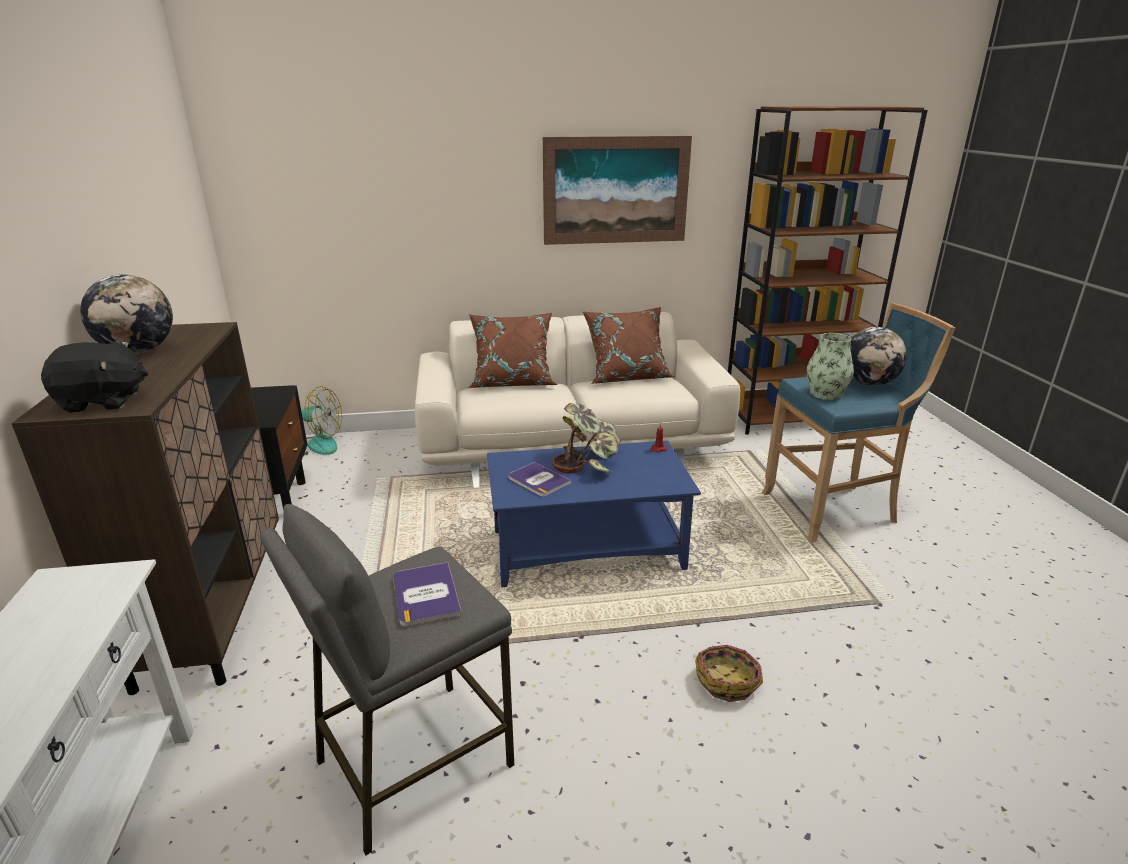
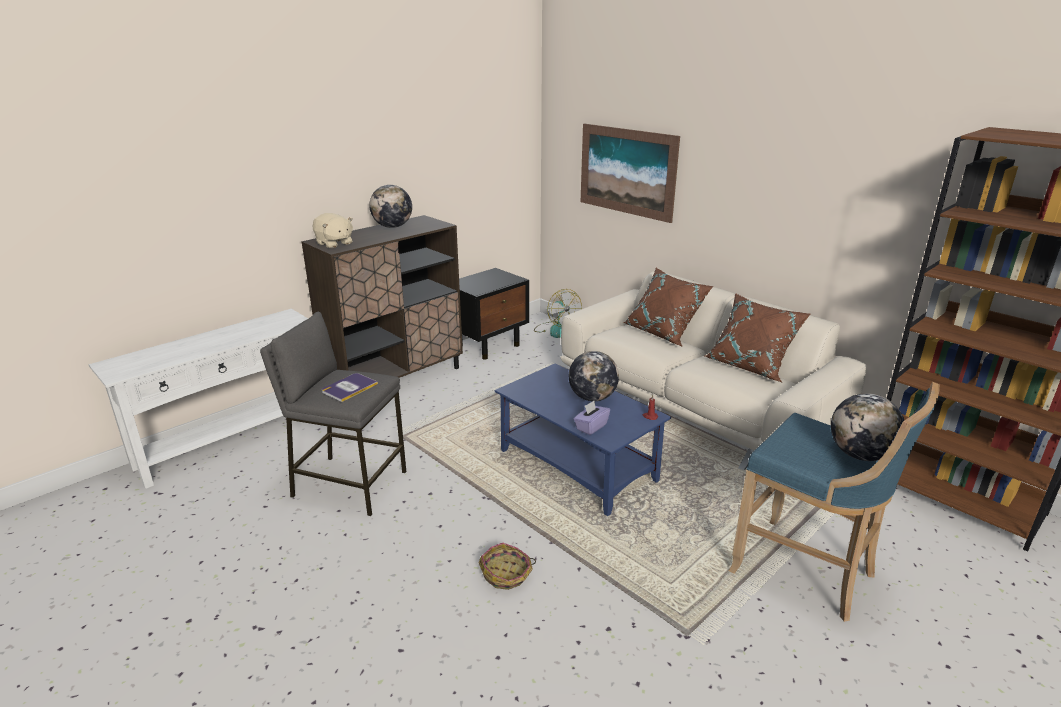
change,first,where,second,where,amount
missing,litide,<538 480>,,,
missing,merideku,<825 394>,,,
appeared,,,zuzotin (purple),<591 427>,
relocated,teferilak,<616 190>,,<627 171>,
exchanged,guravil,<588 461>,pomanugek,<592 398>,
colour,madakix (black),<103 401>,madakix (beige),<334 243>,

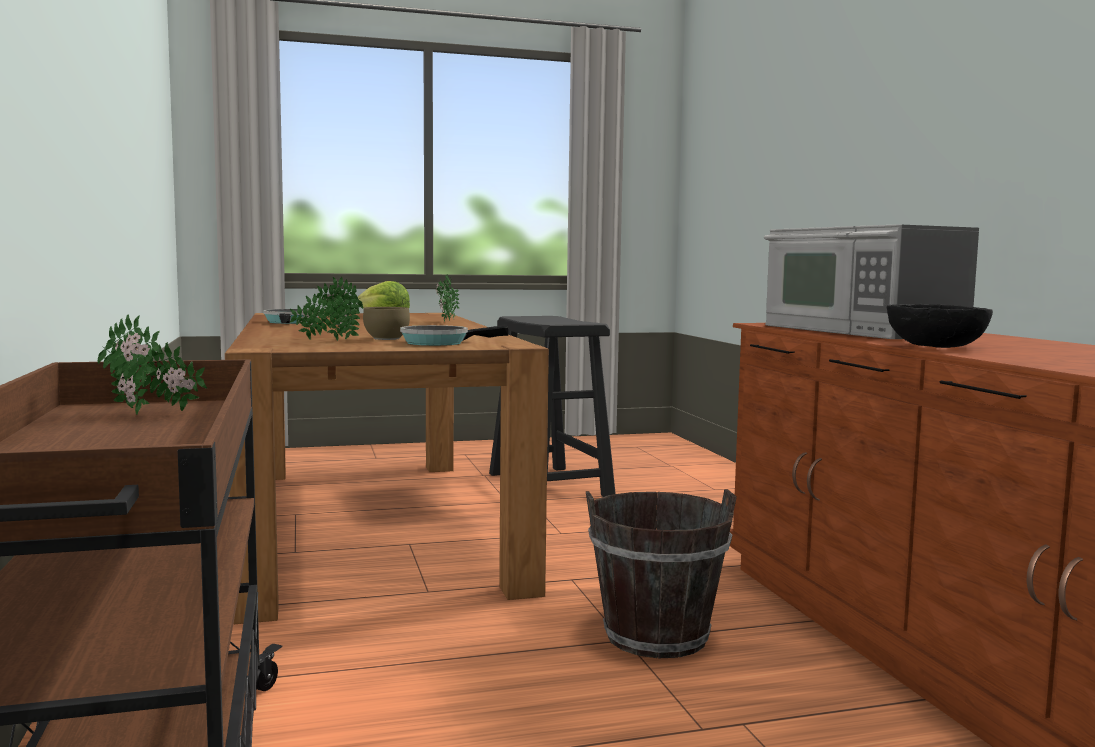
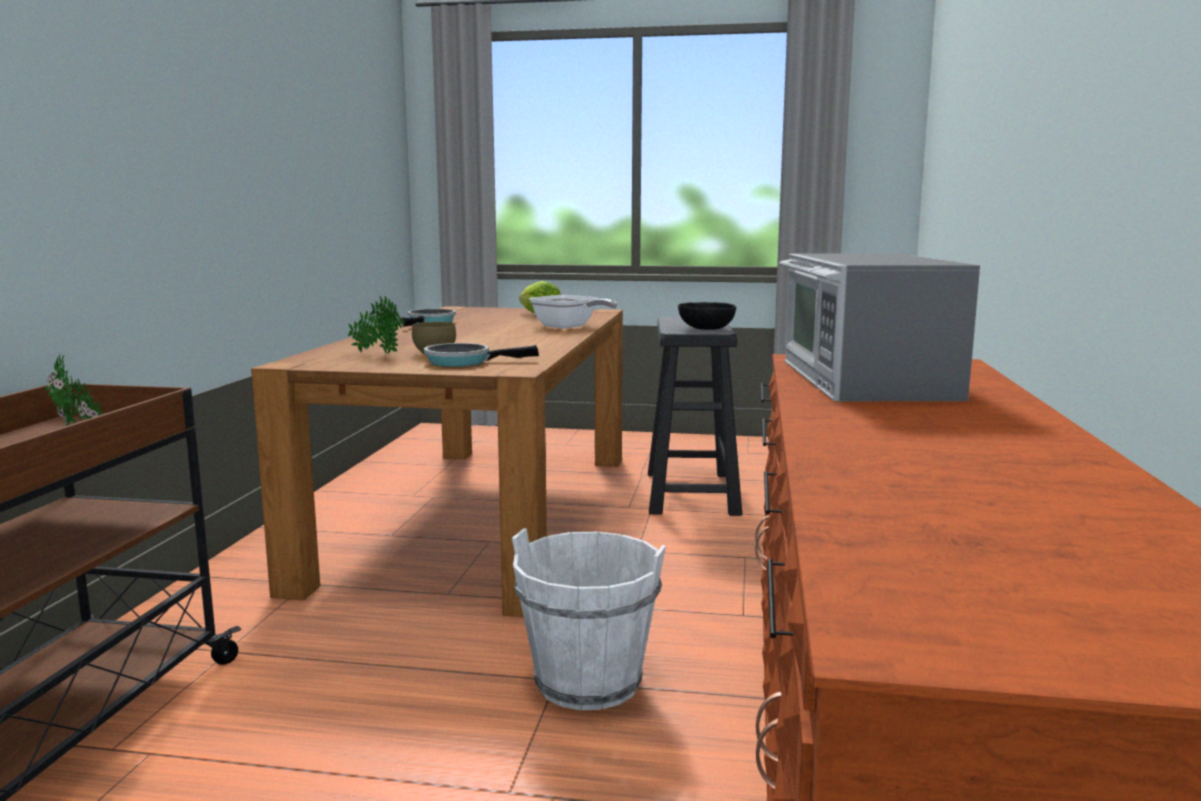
change,first,where,second,where,amount
relocated,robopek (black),<935 346>,,<706 328>,
exchanged,guravil,<446 322>,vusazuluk,<568 327>,
colour,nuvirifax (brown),<656 637>,nuvirifax (white),<587 683>,

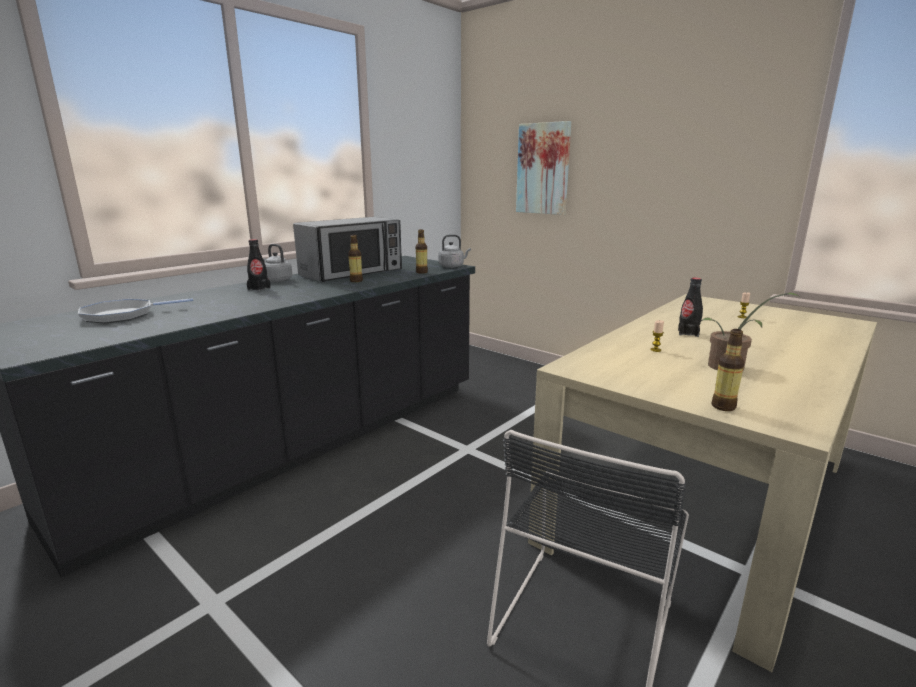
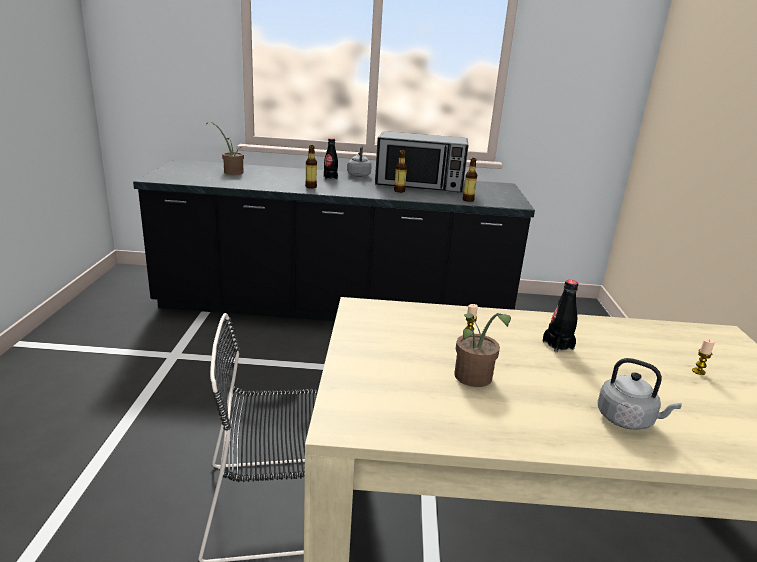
change,first,where,second,where,amount
missing,teferilak,<543 169>,,,
relocated,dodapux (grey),<452 266>,,<627 419>,
relocated,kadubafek,<723 406>,,<311 187>,
exchanged,vusazuluk,<123 315>,guravil,<231 172>,

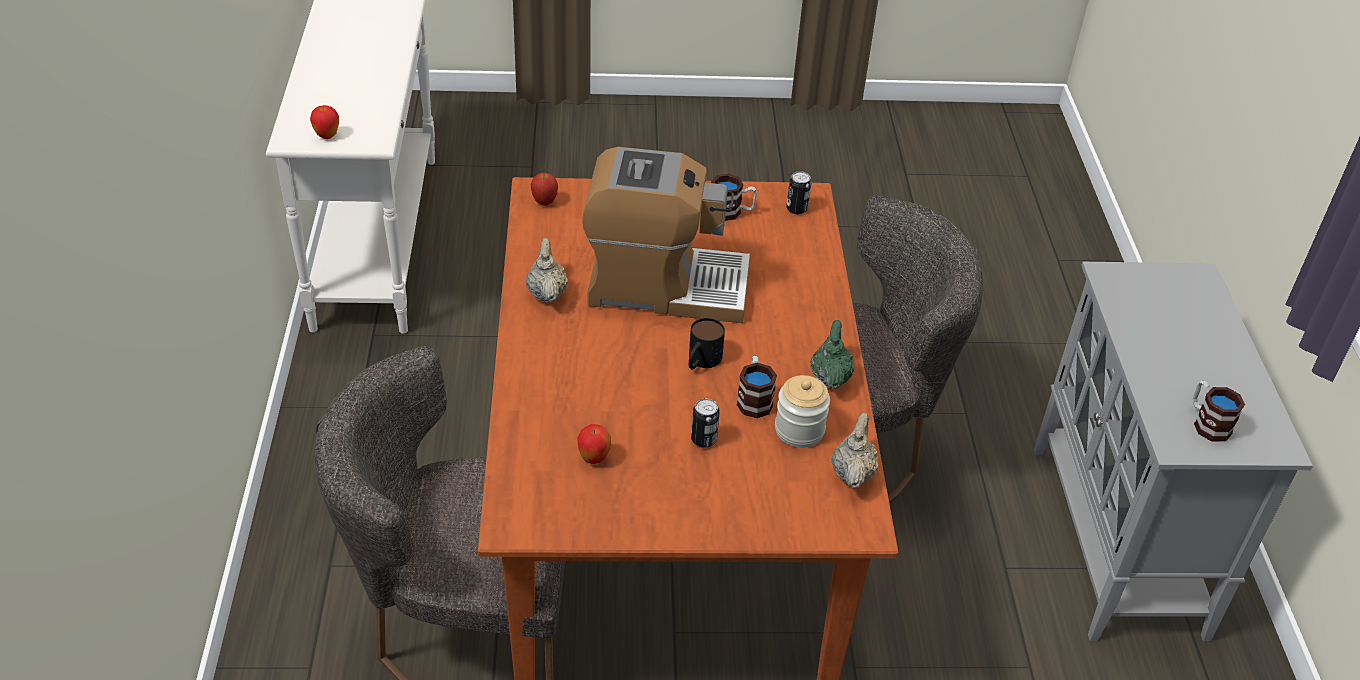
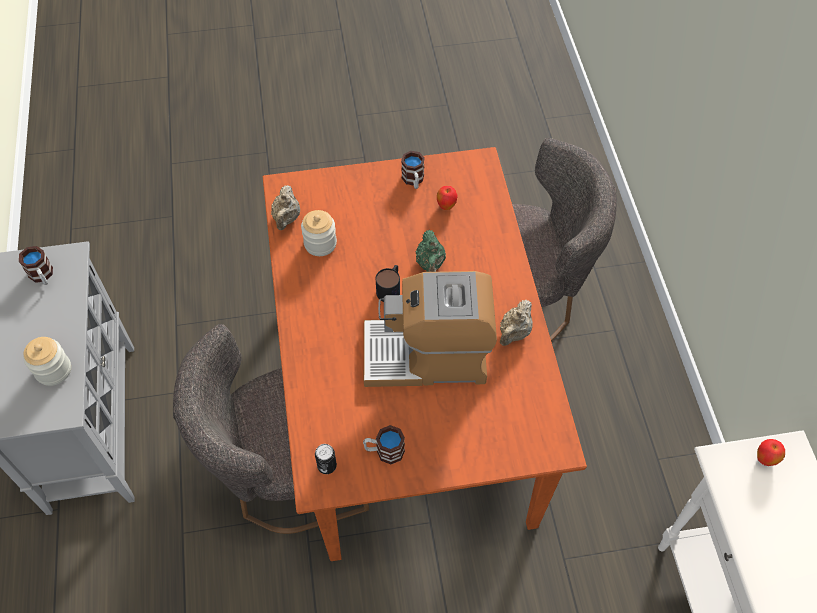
change,first,where,second,where,amount
missing,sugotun,<544 202>,,,
missing,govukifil,<703 440>,,,
appeared,,,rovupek,<53 370>,
relocated,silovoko,<754 399>,,<413 180>,
relocated,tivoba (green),<830 377>,,<430 264>,
spun,tivoba (beige),<547 293>,,<514 333>,45 degrees clockwise

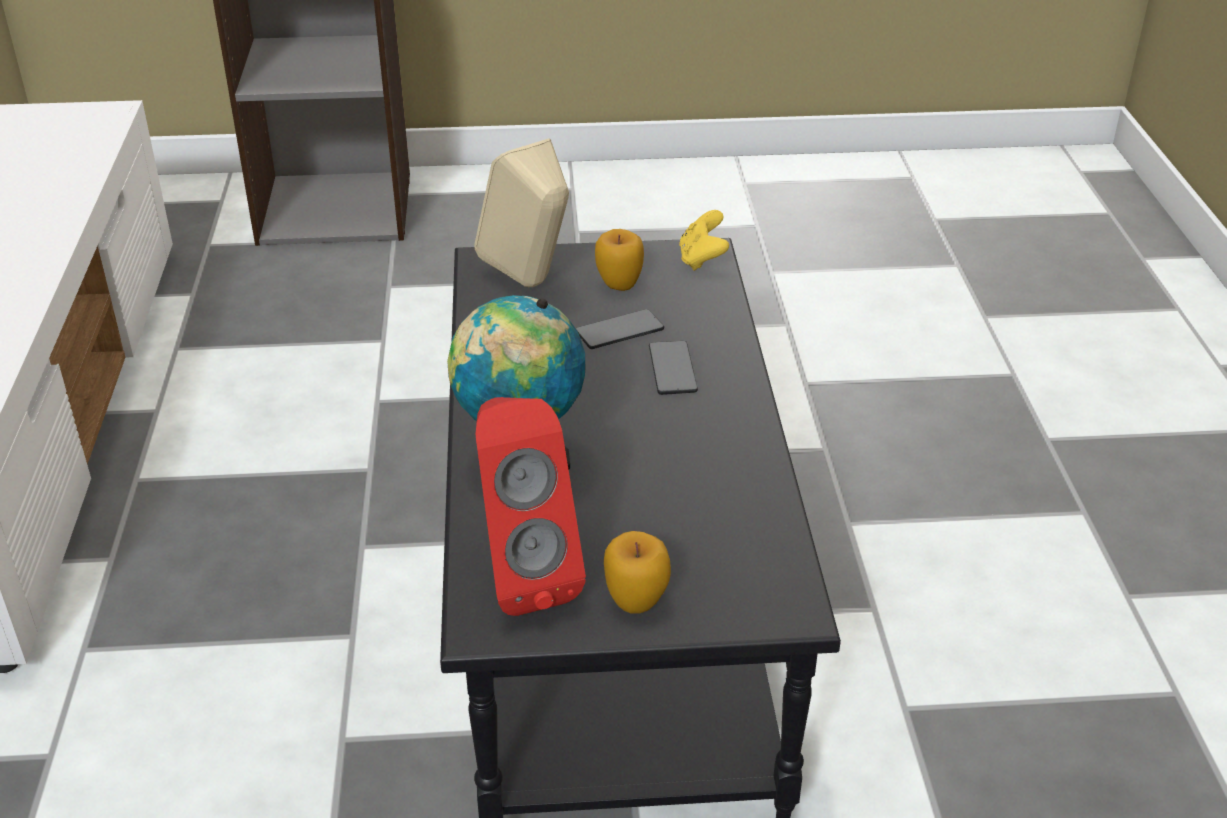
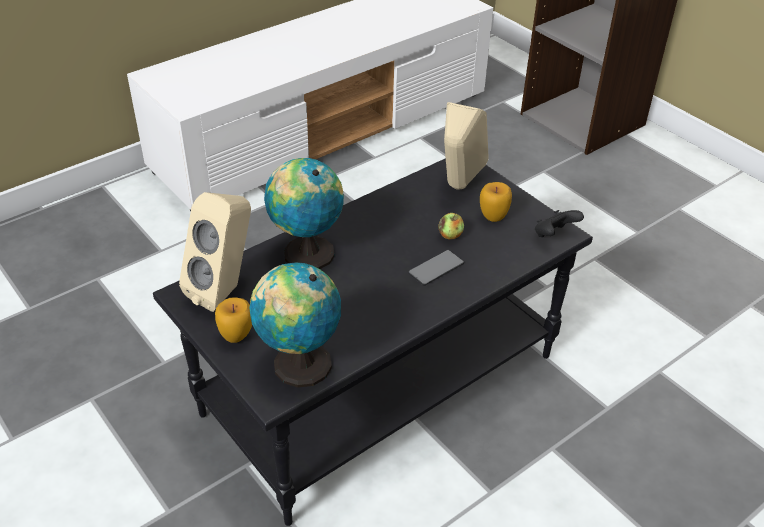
change,first,where,second,where,amount
appeared,,,pomanugek,<298 365>,
exchanged,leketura,<619 331>,sugotun,<450 235>,
colour,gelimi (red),<523 576>,gelimi (beige),<225 291>,
colour,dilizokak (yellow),<702 260>,dilizokak (black),<554 235>,

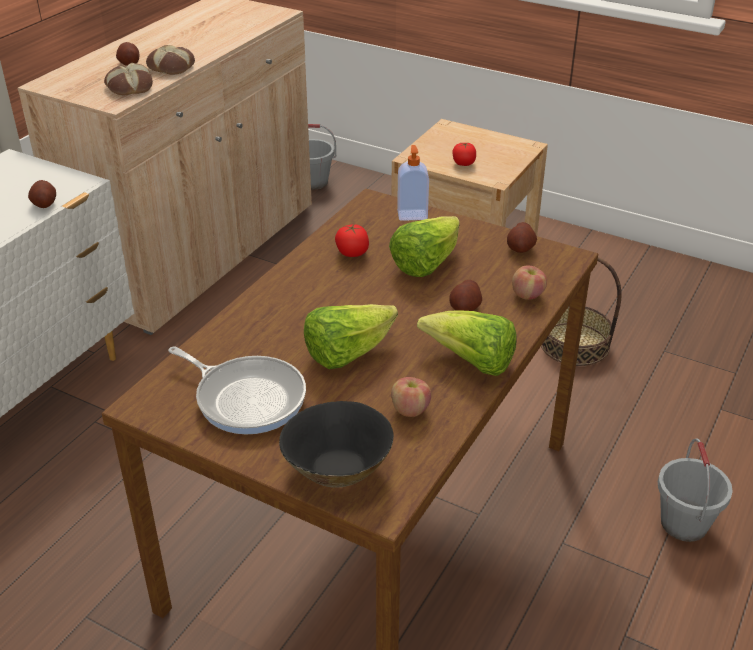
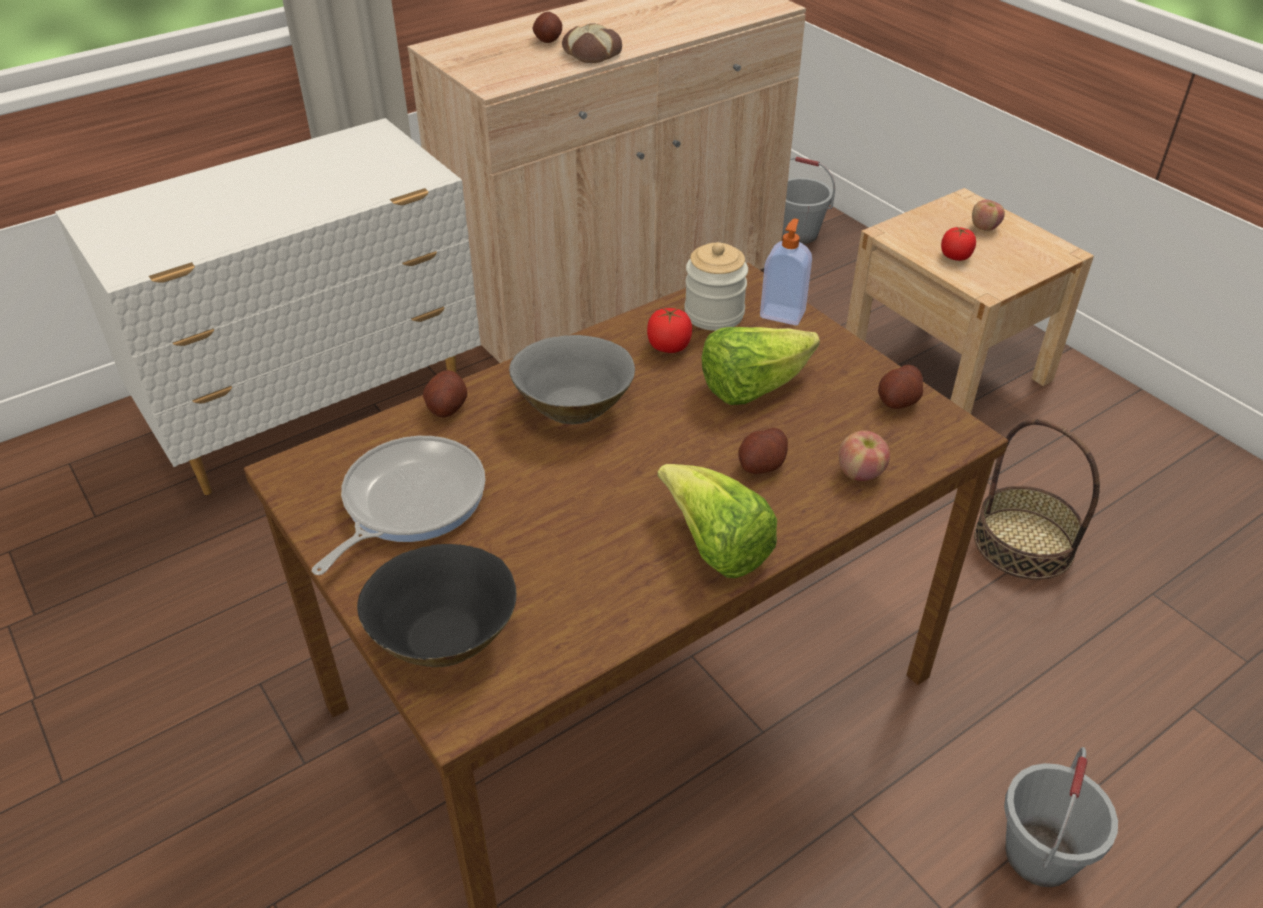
change,first,where,second,where,amount
missing,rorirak,<129 87>,,,
missing,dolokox,<347 353>,,,
appeared,,,robopek (grey),<574 406>,
appeared,,,rovupek,<714 314>,
relocated,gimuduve,<44 204>,,<446 407>,
relocated,sugotun,<410 410>,,<984 227>,
spun,vusazuluk,<247 398>,,<408 502>,120 degrees counterclockwise

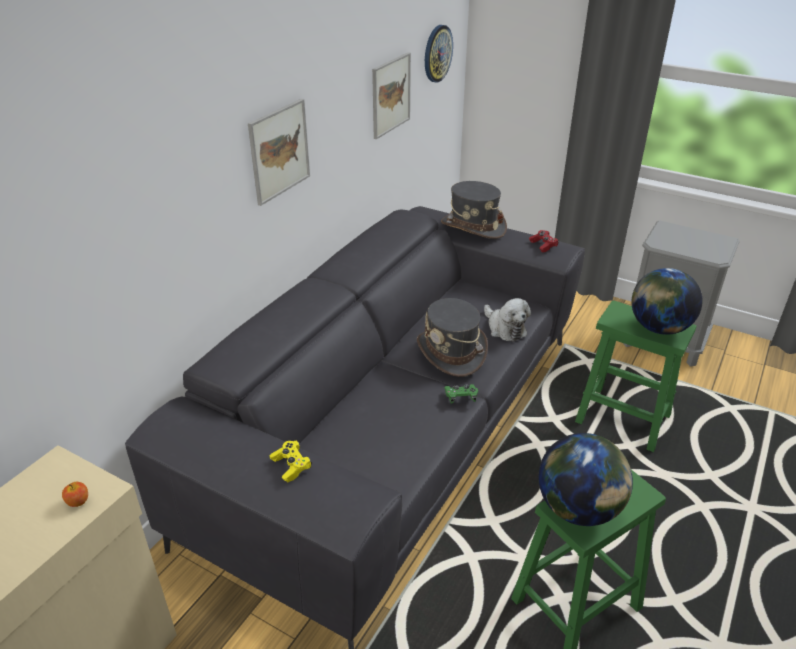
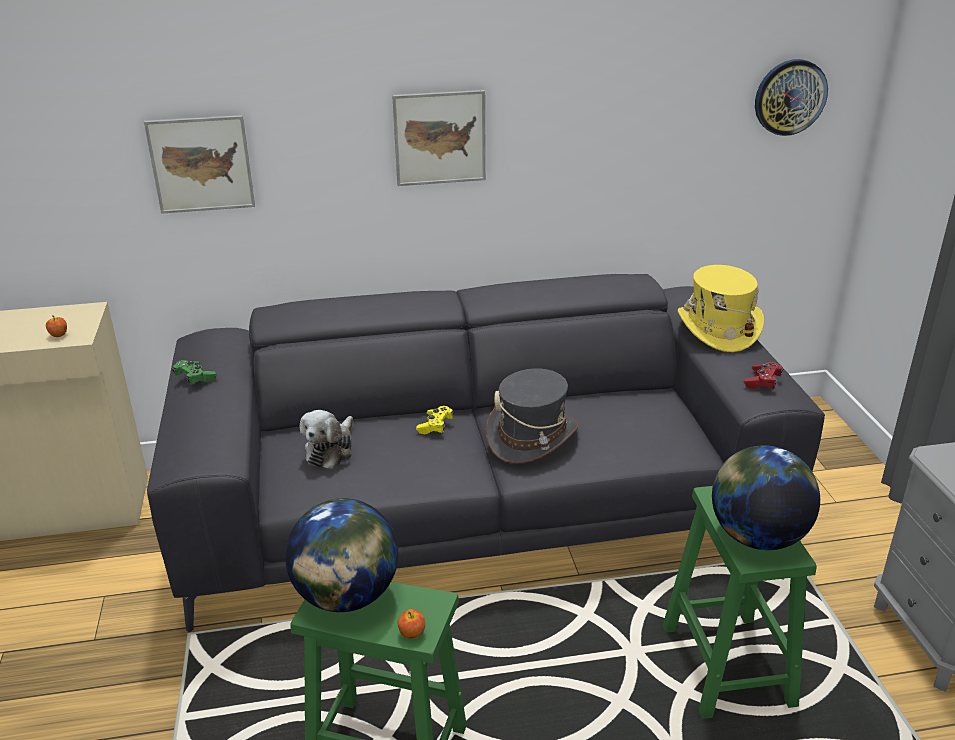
change,first,where,second,where,amount
appeared,,,sugotun,<412 633>,
relocated,dilizokak (yellow),<291 466>,,<435 426>,
relocated,teferilak,<390 95>,,<201 164>,
relocated,dilizokak (green),<461 397>,,<195 378>,
relocated,madakix,<504 328>,,<331 450>,
colour,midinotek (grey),<473 227>,midinotek (yellow),<718 329>,

